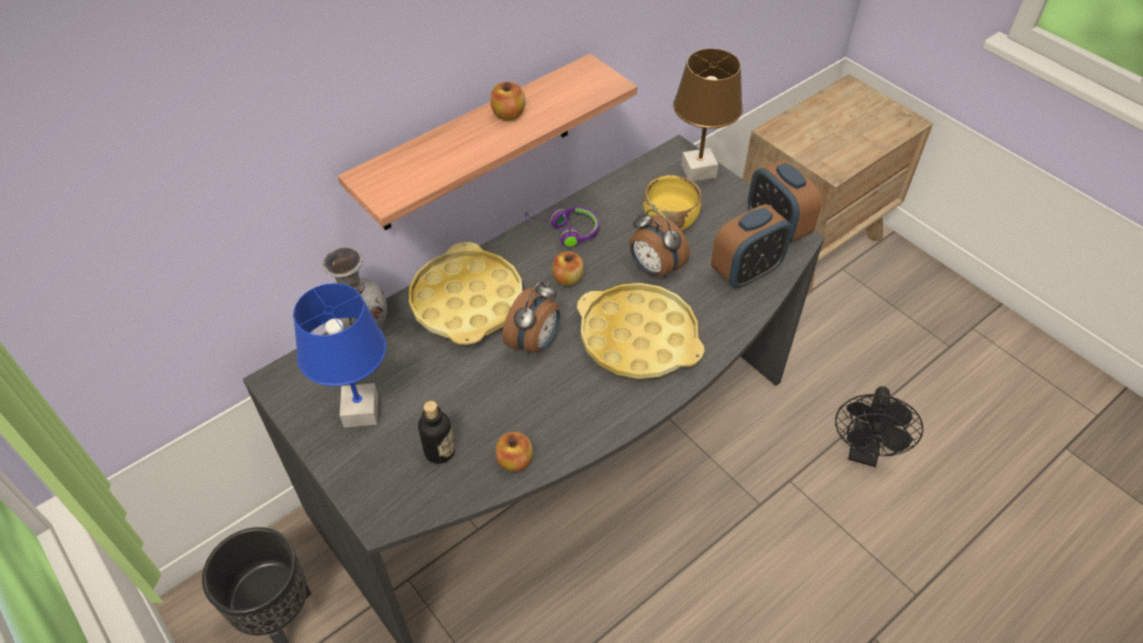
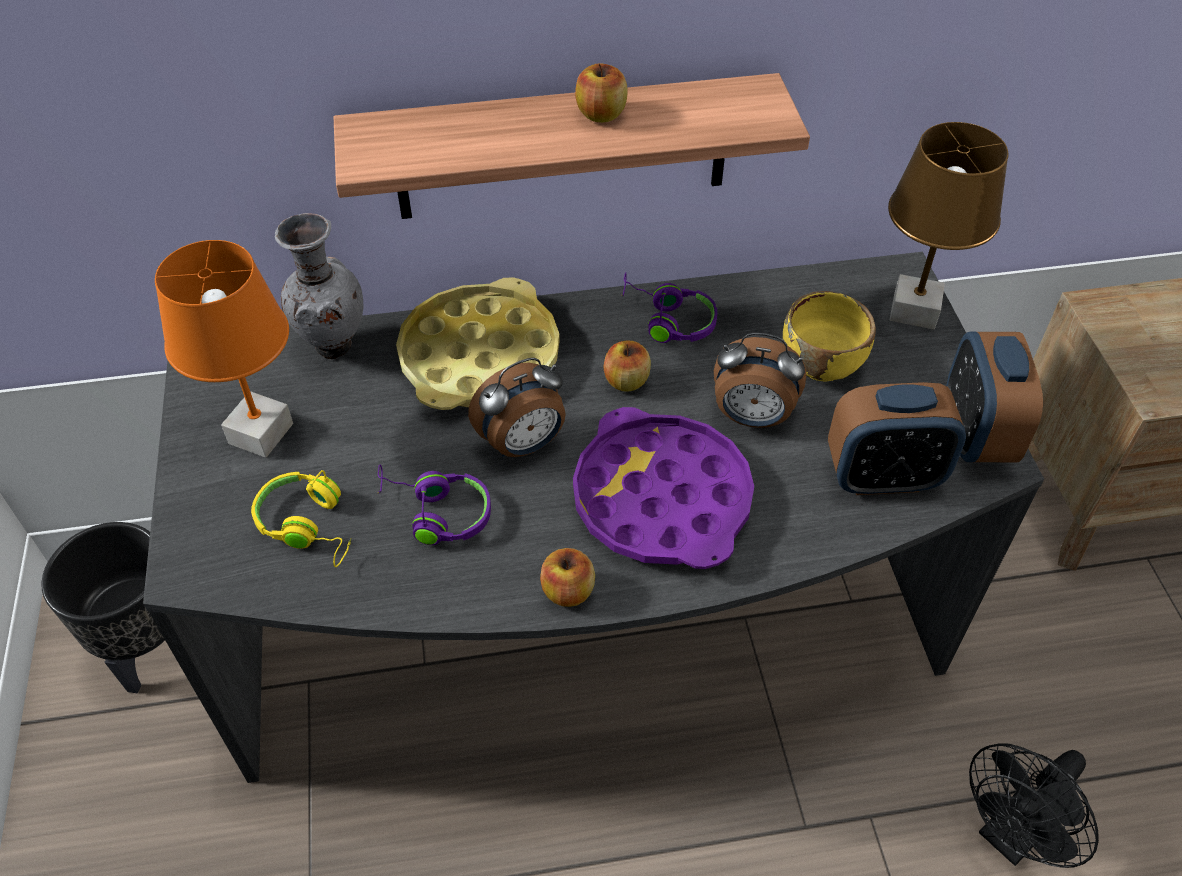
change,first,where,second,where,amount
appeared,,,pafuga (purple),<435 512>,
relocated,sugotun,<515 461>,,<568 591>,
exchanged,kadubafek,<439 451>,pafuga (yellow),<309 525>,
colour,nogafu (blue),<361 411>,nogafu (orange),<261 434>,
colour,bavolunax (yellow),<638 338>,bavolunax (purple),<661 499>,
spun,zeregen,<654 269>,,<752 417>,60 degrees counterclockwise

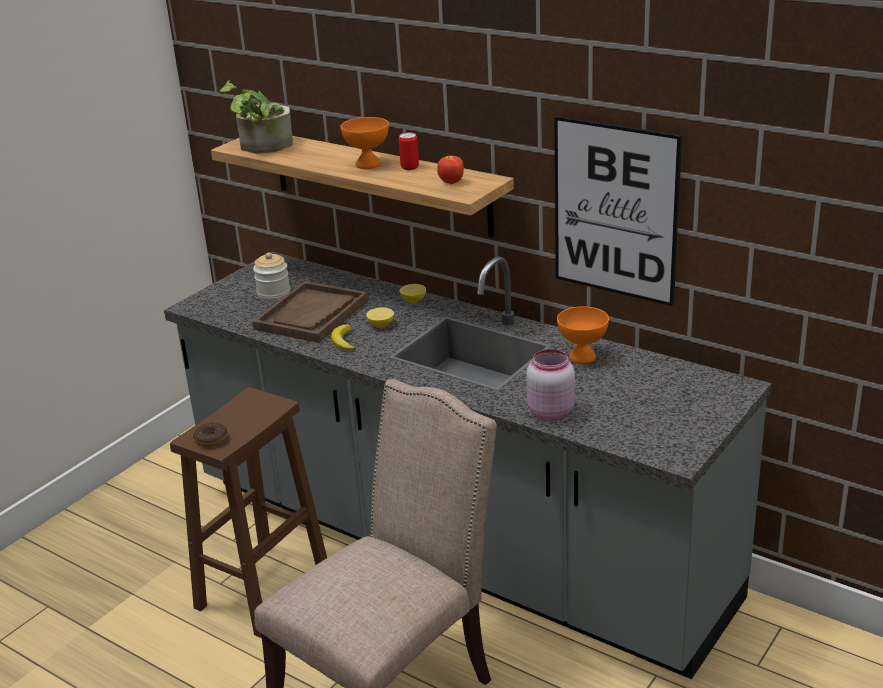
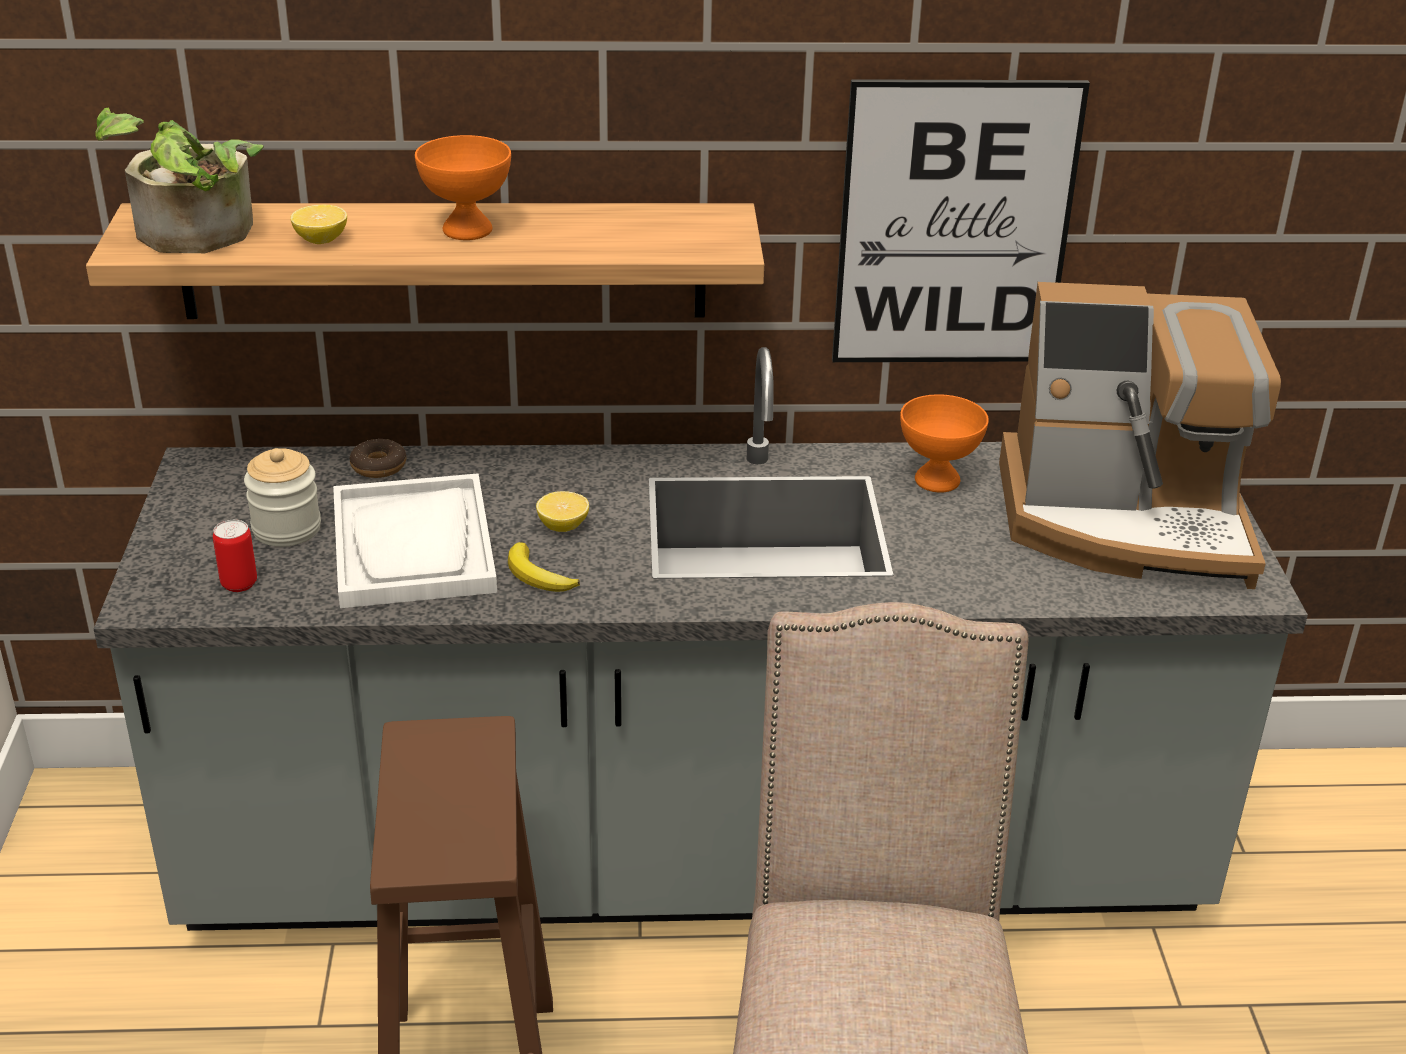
change,first,where,second,where,amount
missing,sugotun,<451 182>,,,
missing,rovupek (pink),<549 412>,,,
appeared,,,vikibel,<1125 521>,
relocated,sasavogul,<211 439>,,<378 466>,
relocated,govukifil,<409 167>,,<239 583>,
relocated,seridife,<413 301>,,<321 240>,
colour,bavolunax (brown),<311 315>,bavolunax (white),<413 546>,

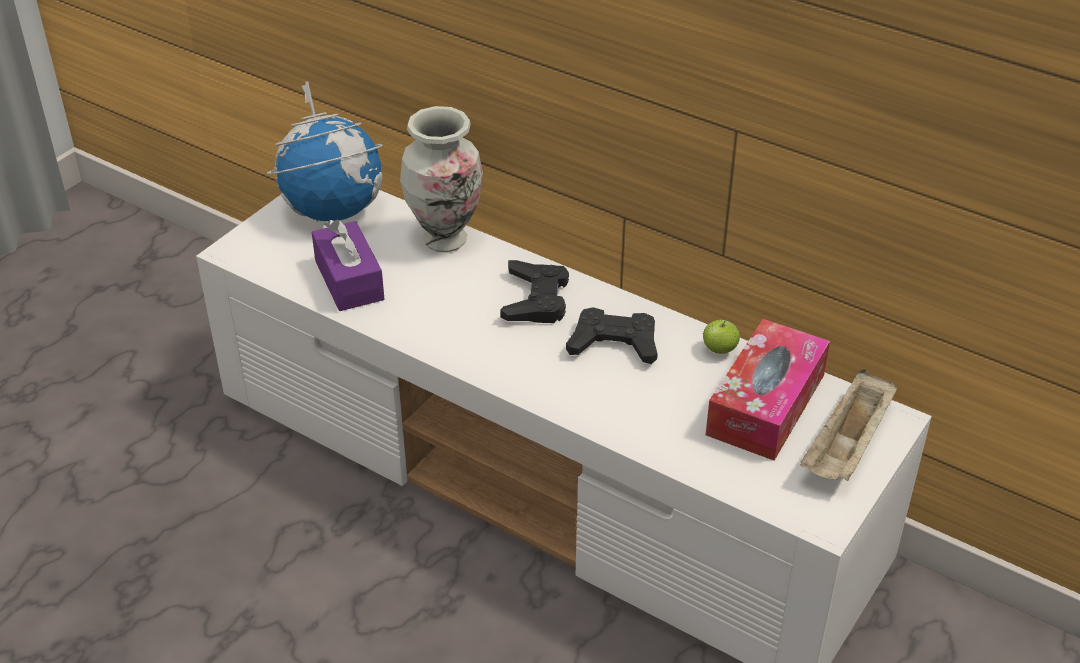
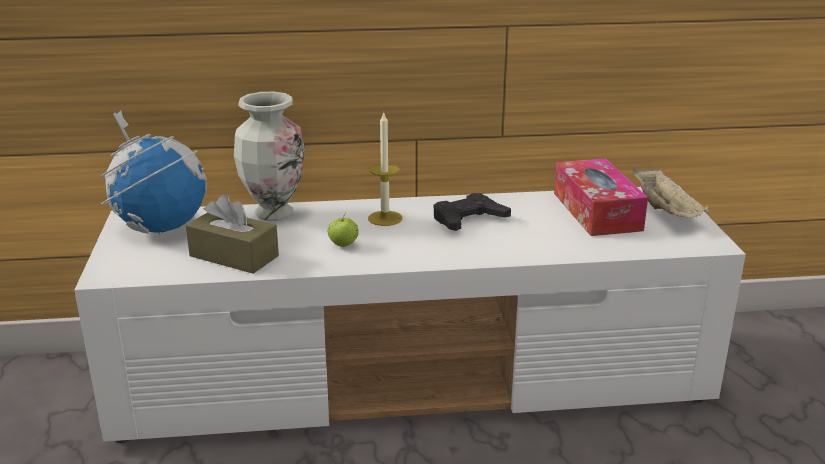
change,first,where,second,where,amount
relocated,sugotun,<719 350>,,<343 245>,
exchanged,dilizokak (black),<535 299>,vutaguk,<385 218>,
colour,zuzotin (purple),<349 280>,zuzotin (brown),<234 256>,

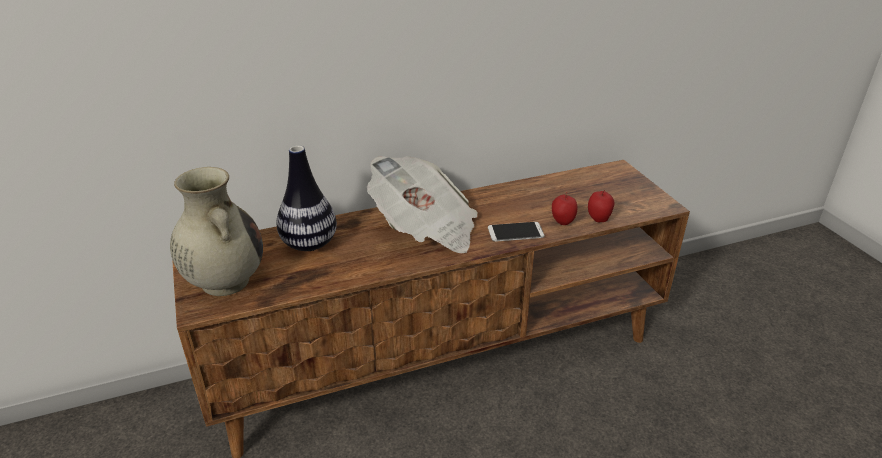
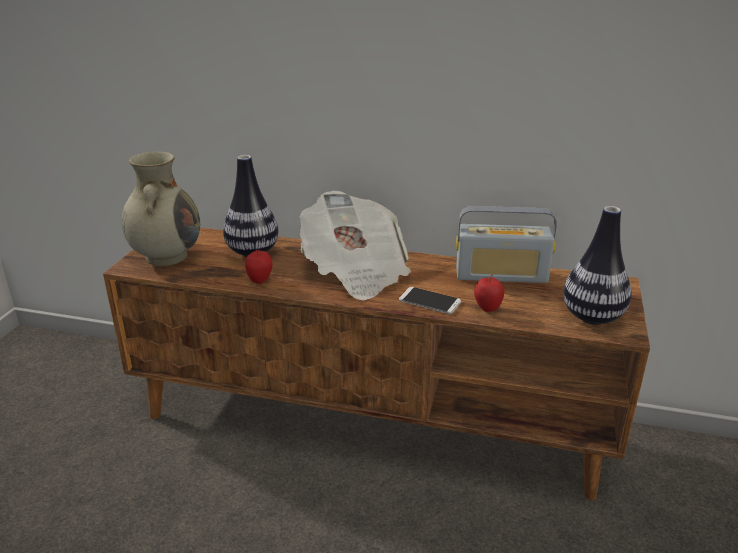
change,first,where,second,where,amount
appeared,,,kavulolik,<501 275>,
appeared,,,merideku,<592 317>,
relocated,sugotun,<598 219>,,<260 280>,

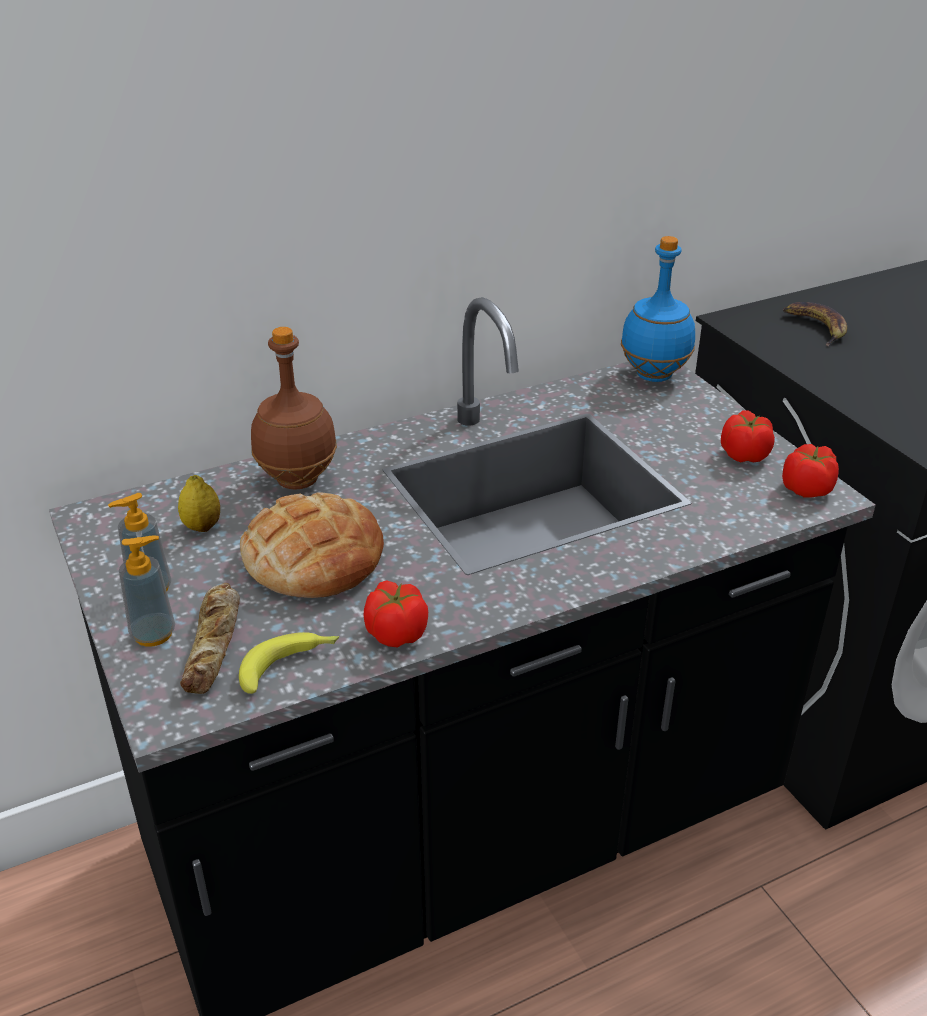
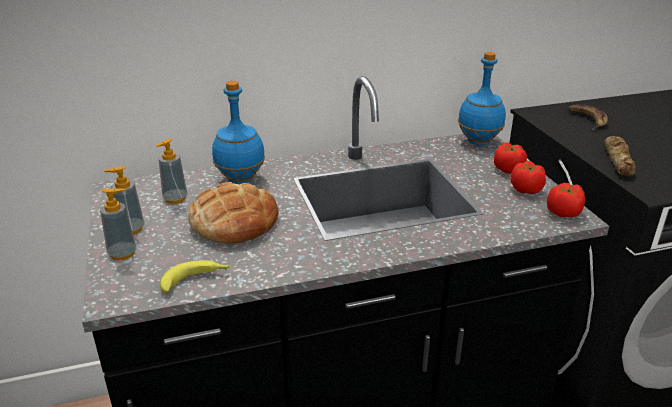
change,first,where,second,where,amount
relocated,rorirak,<214 644>,,<619 160>,
relocated,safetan,<396 632>,,<508 169>,
exchanged,seridife,<202 526>,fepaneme,<175 199>,
colour,kadubafek (brown),<297 481>,kadubafek (blue),<240 180>,

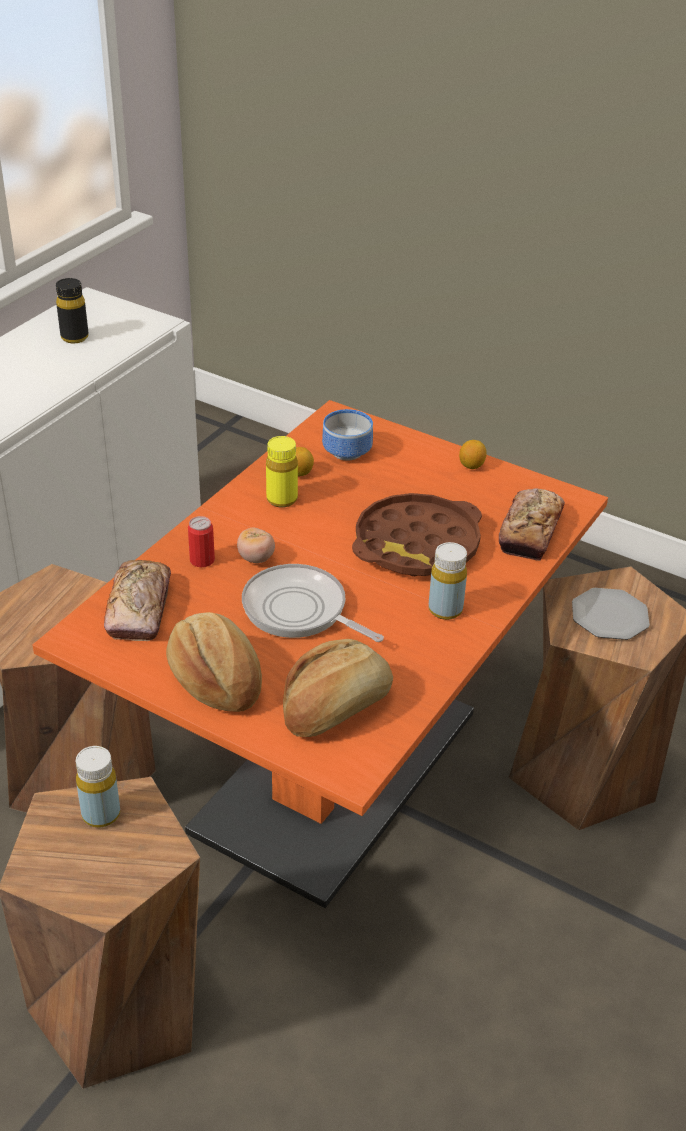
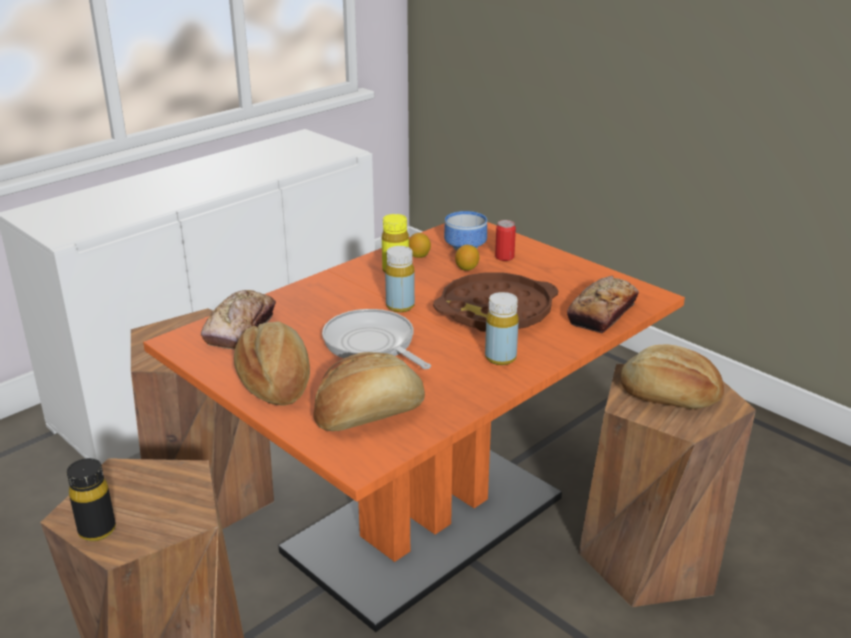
change,first,where,second,where,amount
missing,safetan,<256 558>,,,
relocated,kadubafek (black),<74 337>,,<97 530>,
relocated,kadubafek (yellow),<101 814>,,<400 306>,
relocated,govukifil,<202 560>,,<504 257>,
relocated,seridife,<471 465>,,<466 268>,
exchanged,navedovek,<610 616>,rorirak,<669 396>,

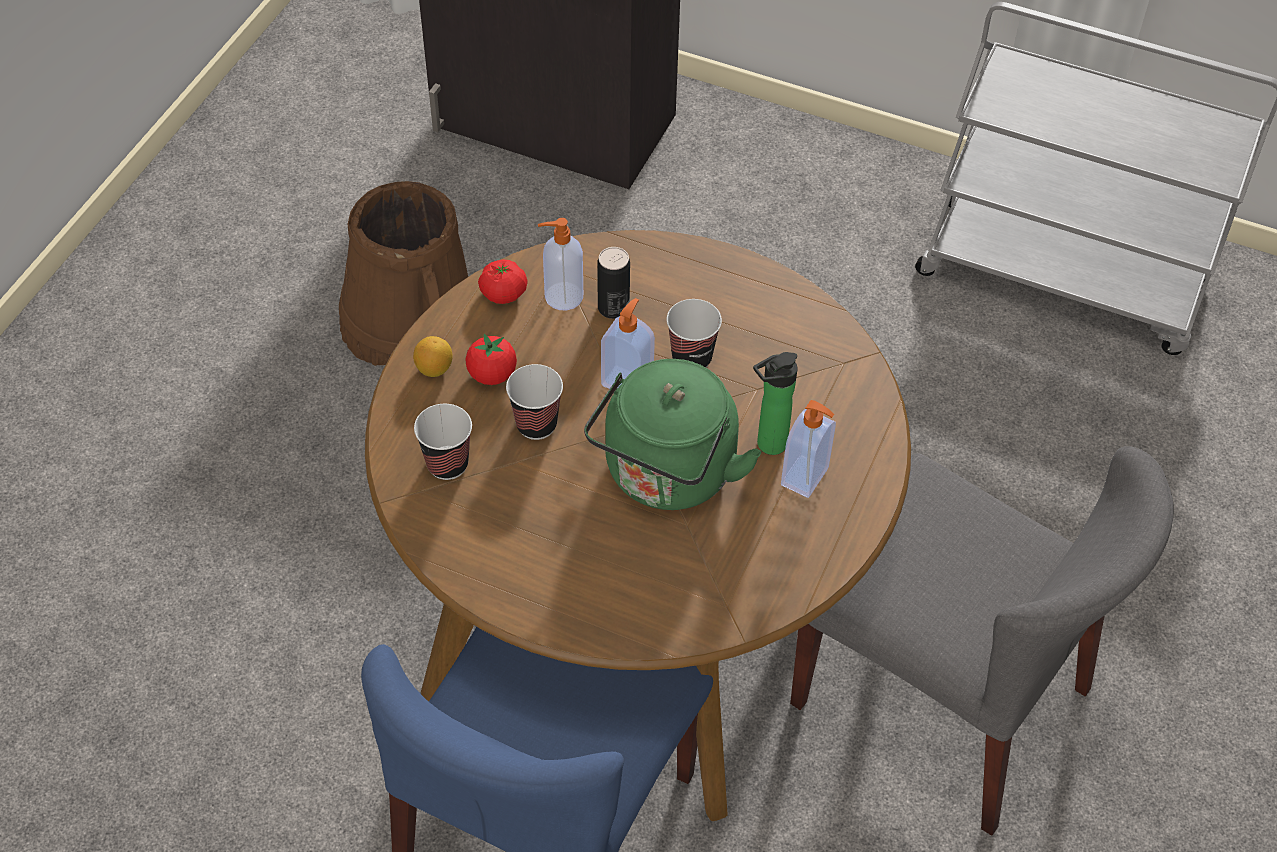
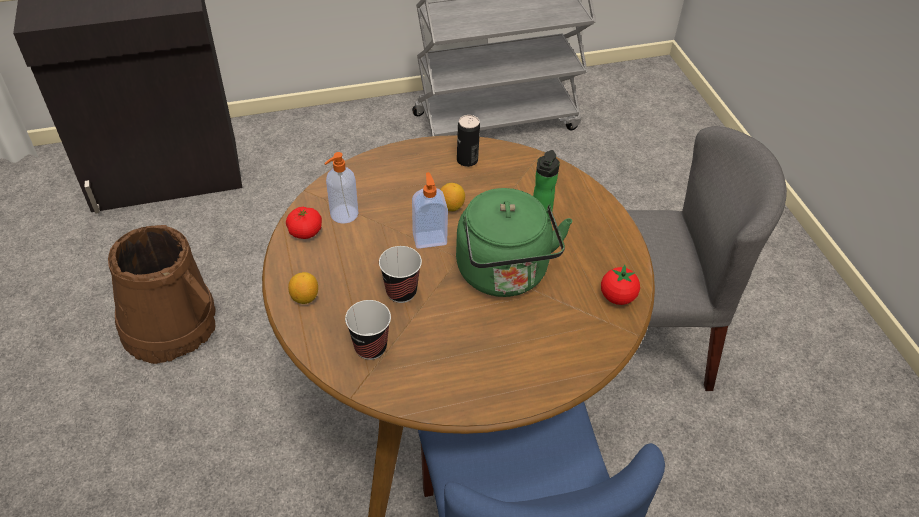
change,first,where,second,where,amount
missing,fepaneme,<806 477>,,,
relocated,safetan,<492 374>,,<617 297>,
relocated,govukifil,<613 308>,,<467 160>,
exchanged,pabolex,<691 358>,seridife,<451 206>,

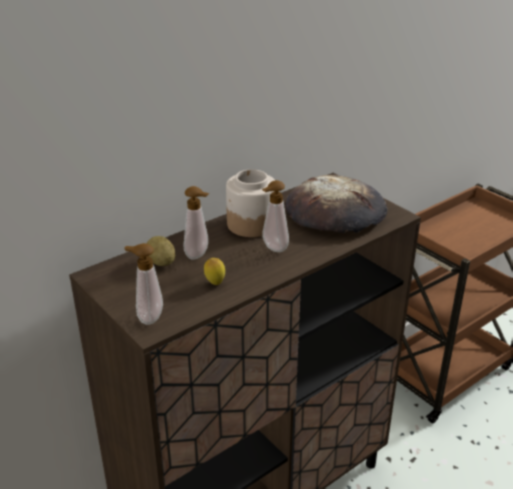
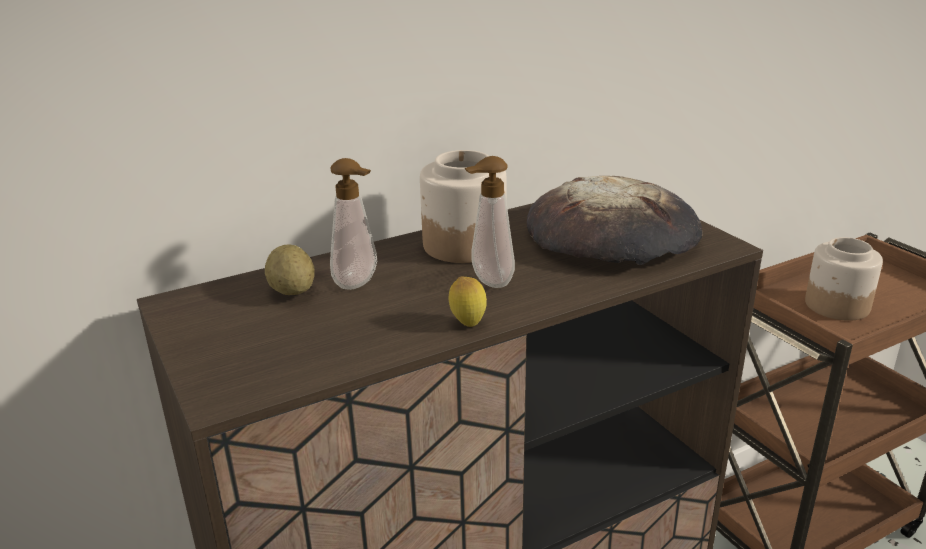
change,first,where,second,where,amount
missing,fepaneme,<148 317>,,,
appeared,,,rovupek,<836 305>,
relocated,seridife,<215 283>,,<468 323>,

